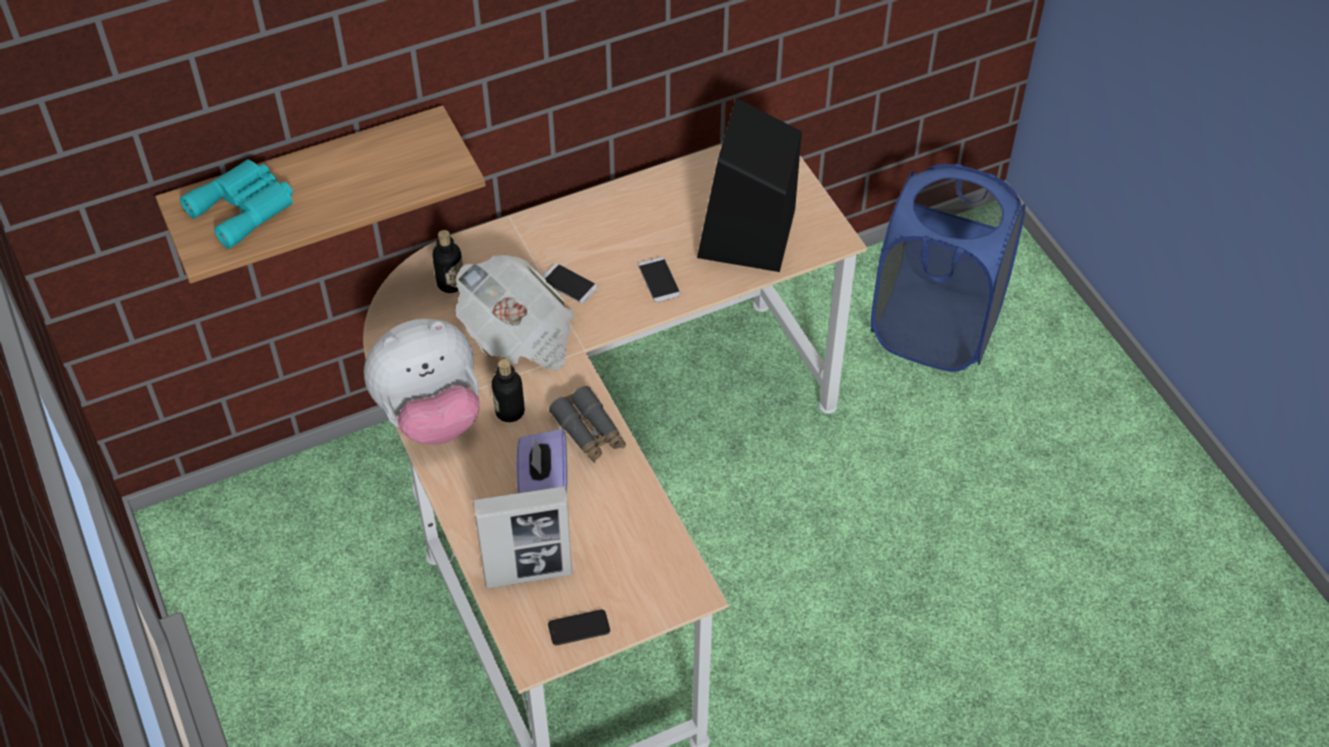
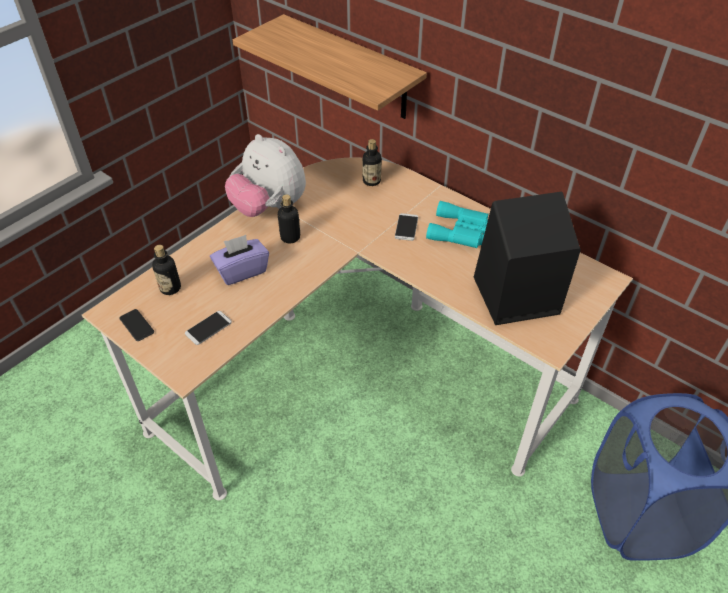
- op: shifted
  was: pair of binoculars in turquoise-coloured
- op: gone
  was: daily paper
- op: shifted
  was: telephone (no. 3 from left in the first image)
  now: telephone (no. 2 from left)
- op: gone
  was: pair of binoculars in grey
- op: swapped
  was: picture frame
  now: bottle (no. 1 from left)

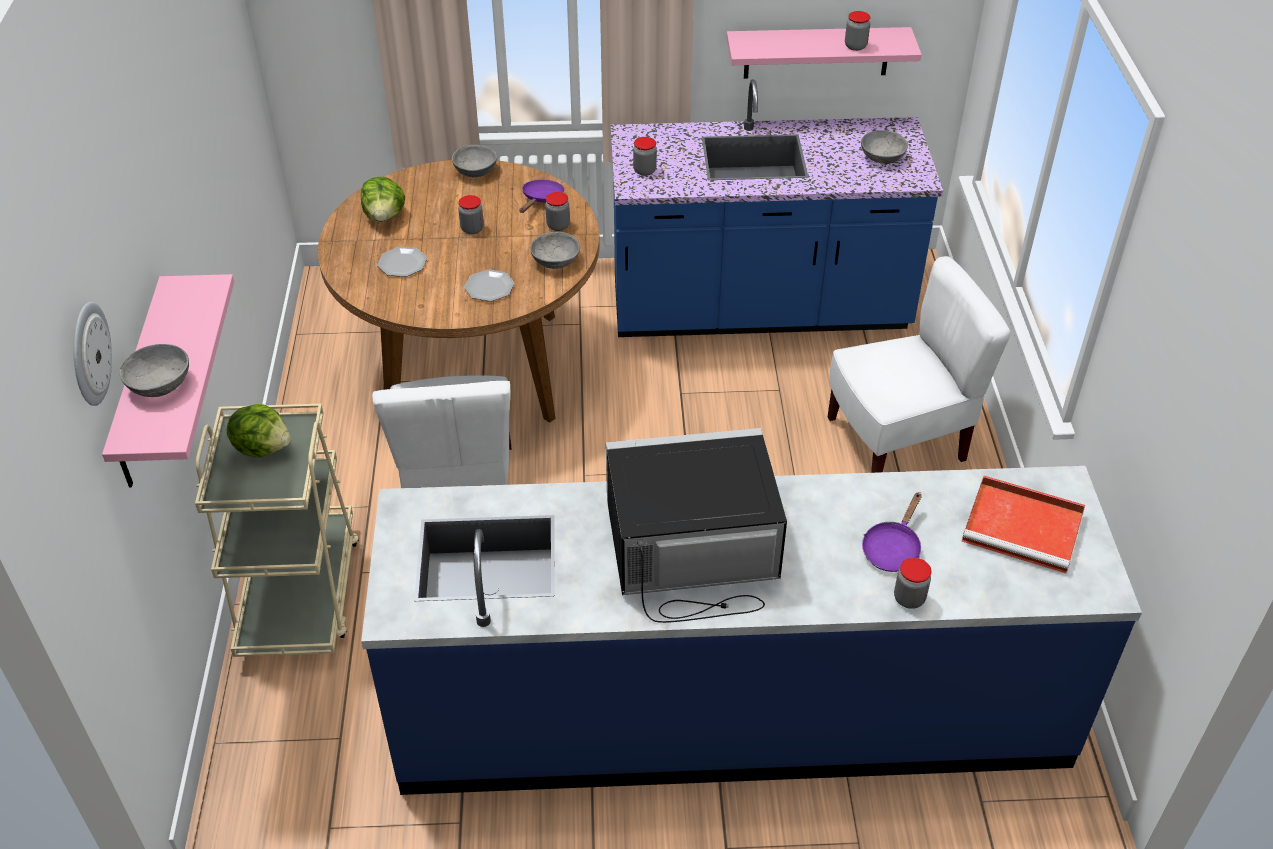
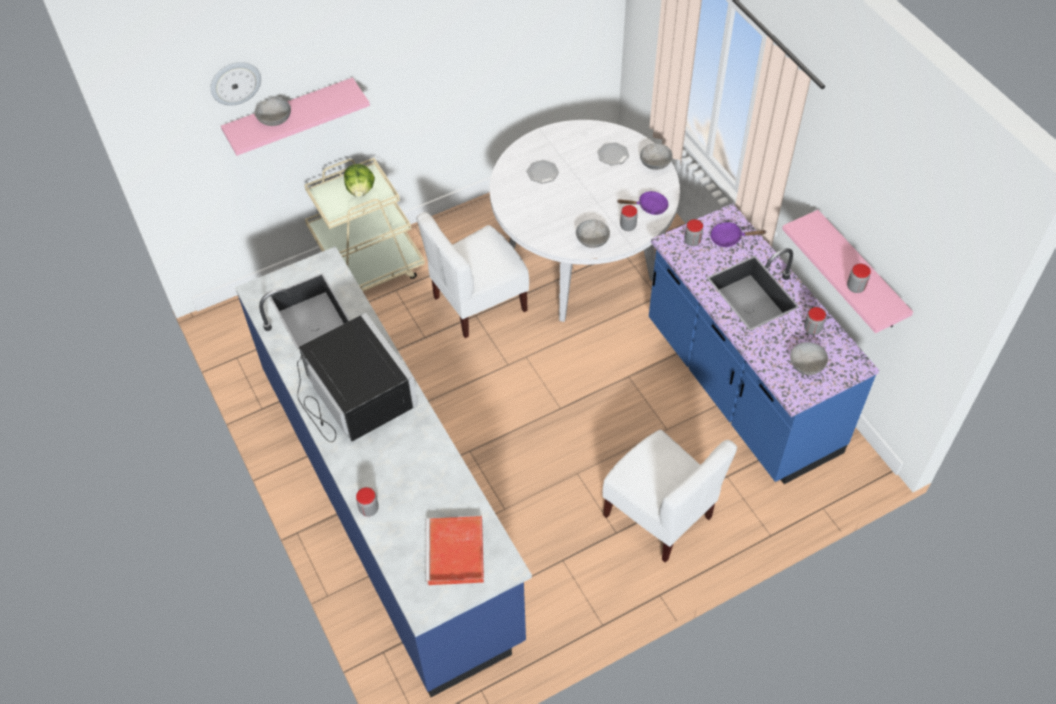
- op: repainted
  was: dinner table in brown-coloured
  now: dinner table in white-coloured
- op: gone
  was: lettuce (no. 2 from left)
- op: shifted
  was: preserve jar (no. 1 from left in the first image)
  now: preserve jar (no. 4 from left)
- op: shifted
  was: plate (no. 2 from left)
- op: shifted
  was: pan in purplish (no. 2 from left)

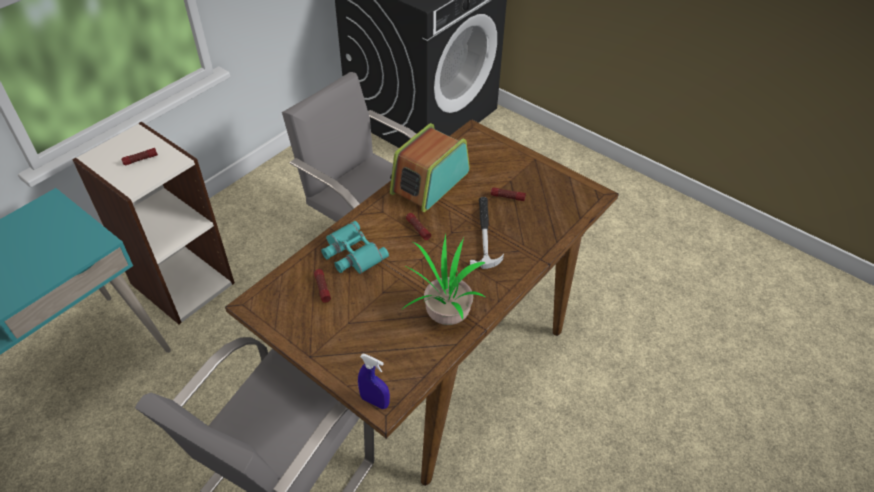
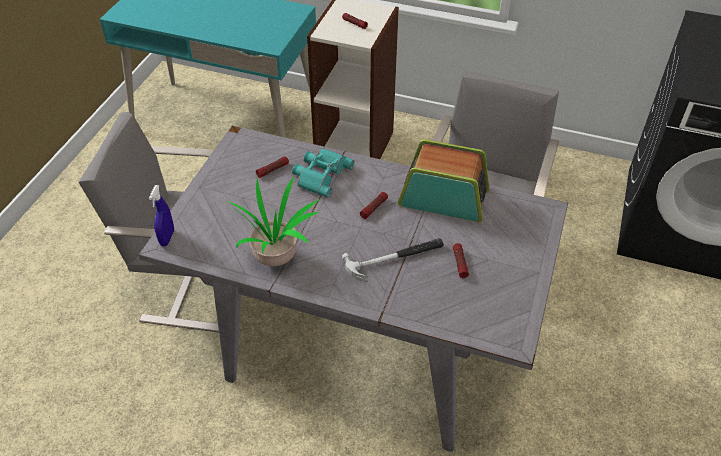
- op: repainted
  was: dinner table in brown-coloured
  now: dinner table in grey

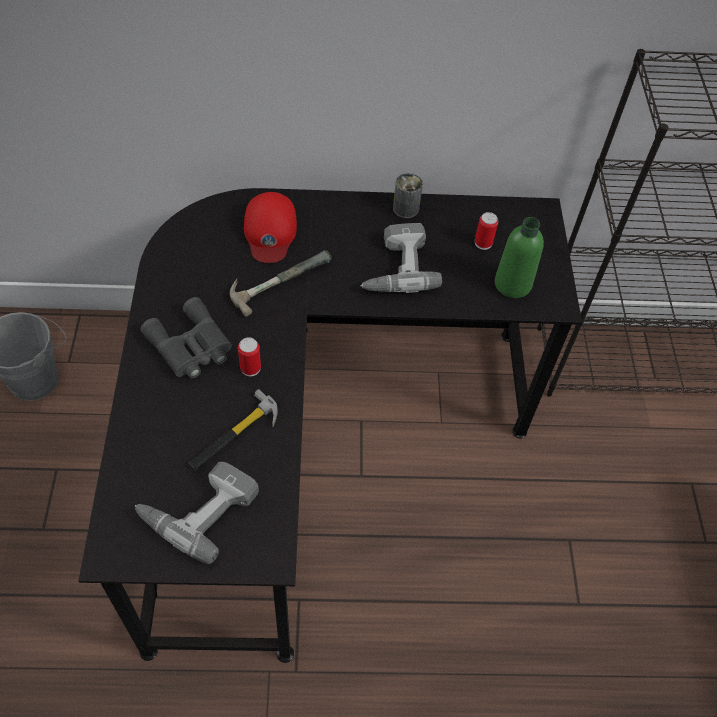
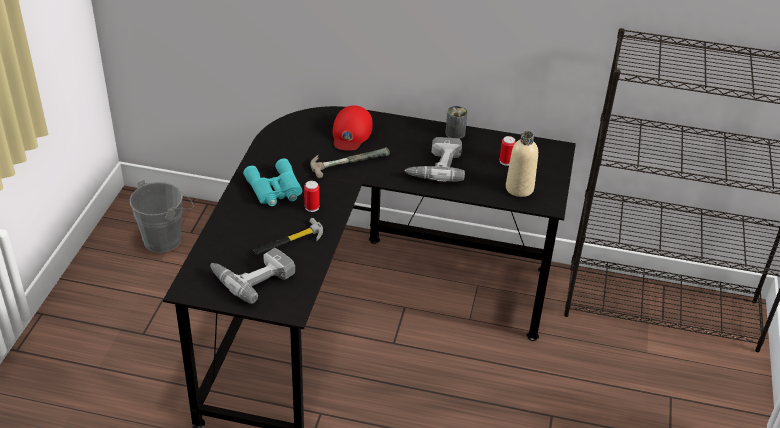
- op: repainted
  was: bottle in greenish
  now: bottle in beige-coloured
- op: repainted
  was: pair of binoculars in grey
  now: pair of binoculars in turquoise-coloured

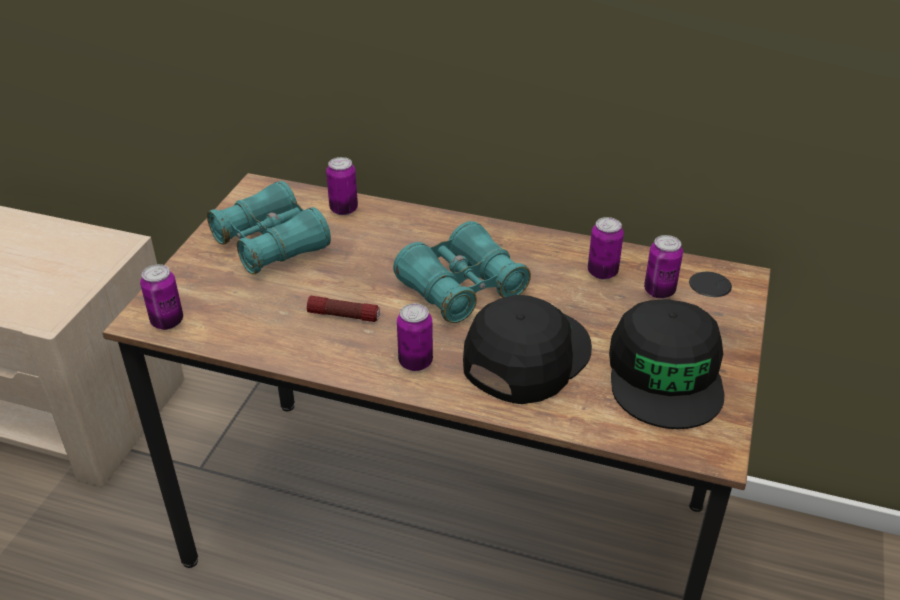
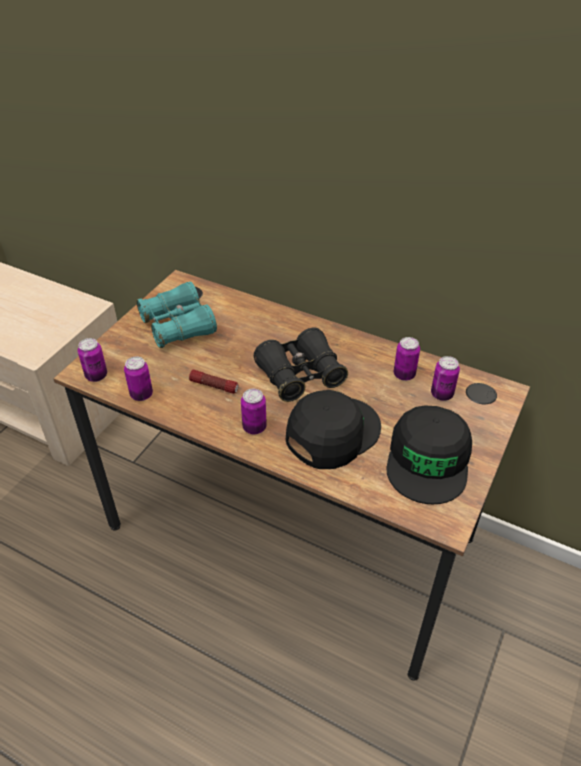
- op: shifted
  was: can (no. 2 from left)
- op: repainted
  was: pair of binoculars in turquoise-coloured (no. 2 from left)
  now: pair of binoculars in blackish

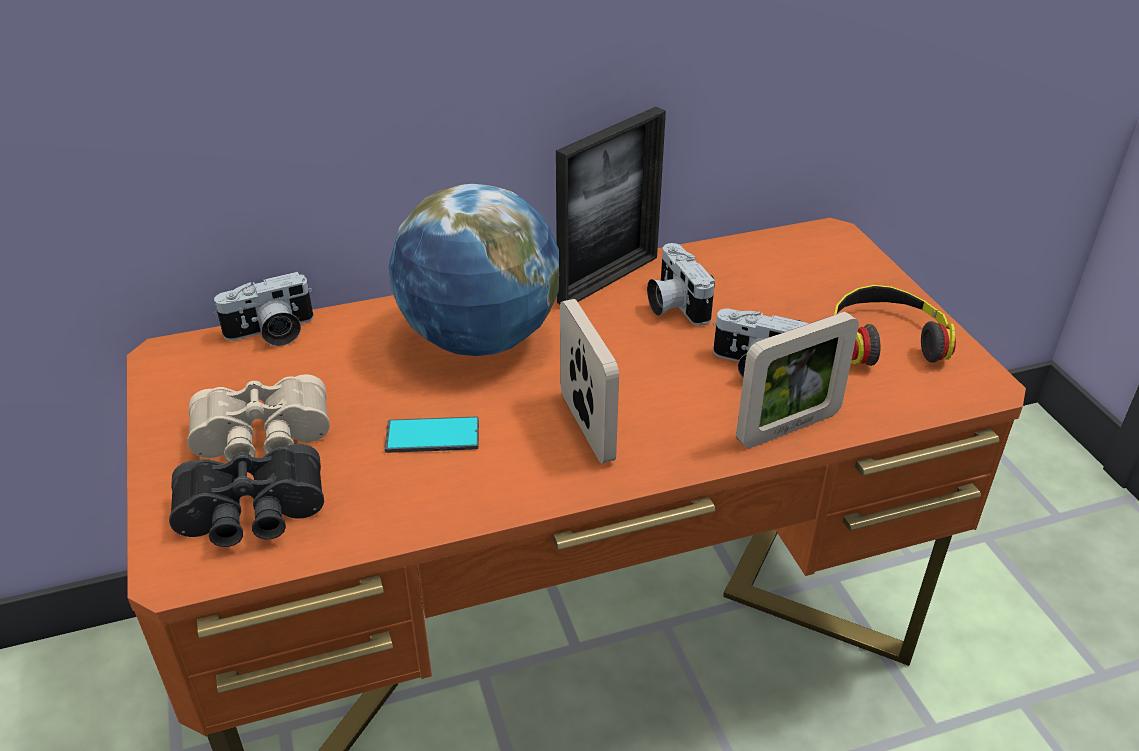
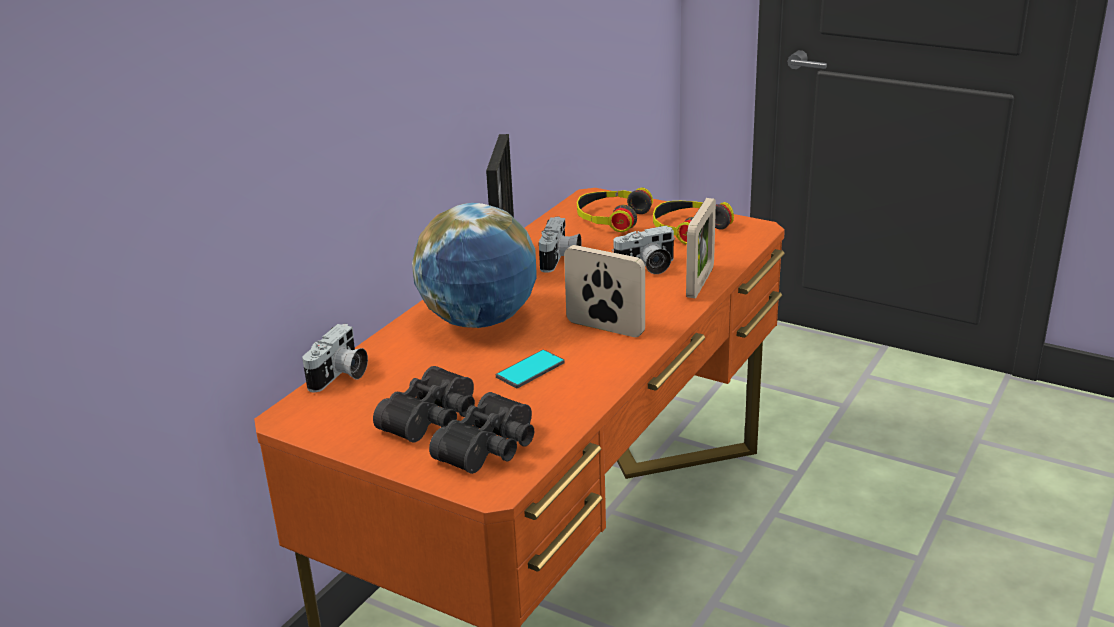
- op: rotated
  was: still camera (no. 2 from left)
  clockwise: -105
- op: repainted
  was: pair of binoculars in beige-coloured
  now: pair of binoculars in blackish (no. 1 from left)
- op: new
  now: headset (no. 1 from left)

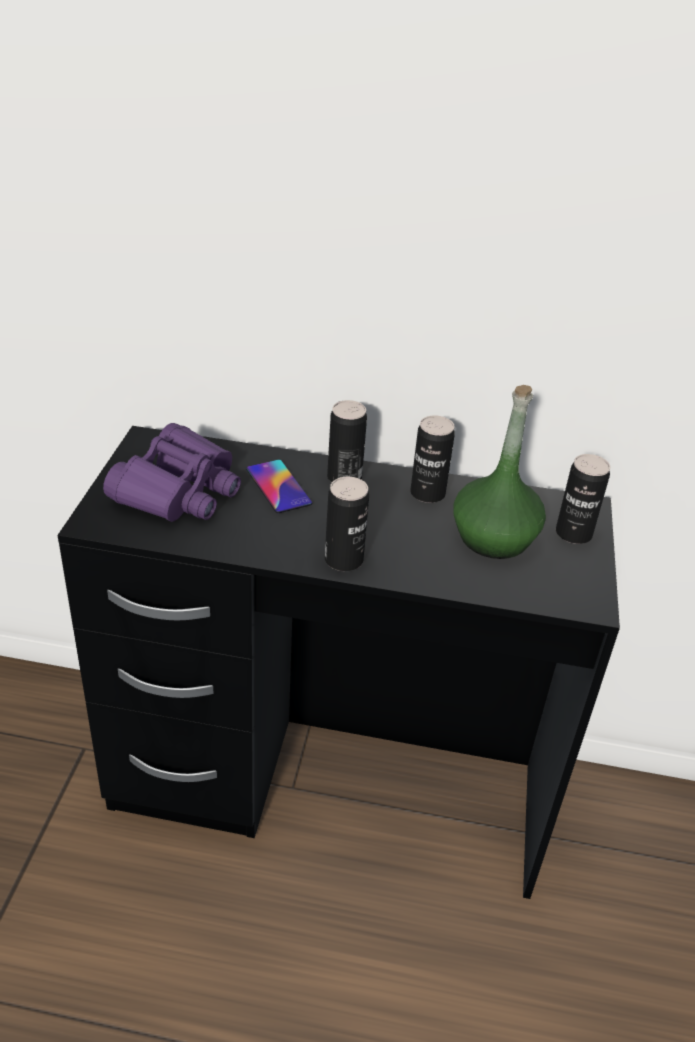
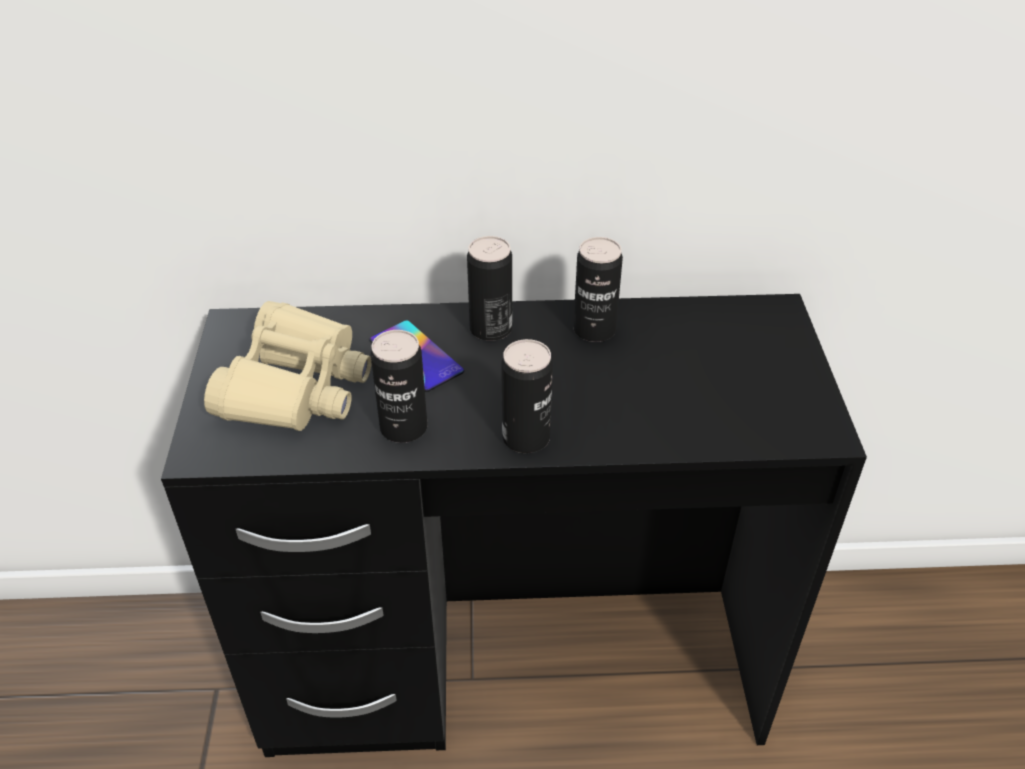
- op: gone
  was: bottle in greenish
- op: repainted
  was: pair of binoculars in purplish
  now: pair of binoculars in beige-coloured
- op: shifted
  was: can (no. 4 from left in the first image)
  now: can (no. 1 from left)

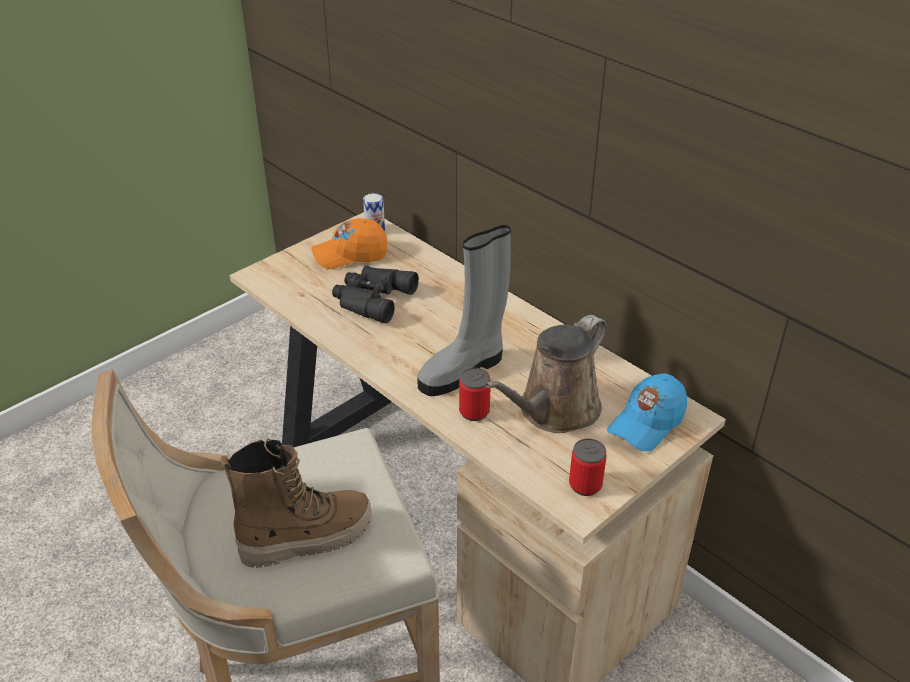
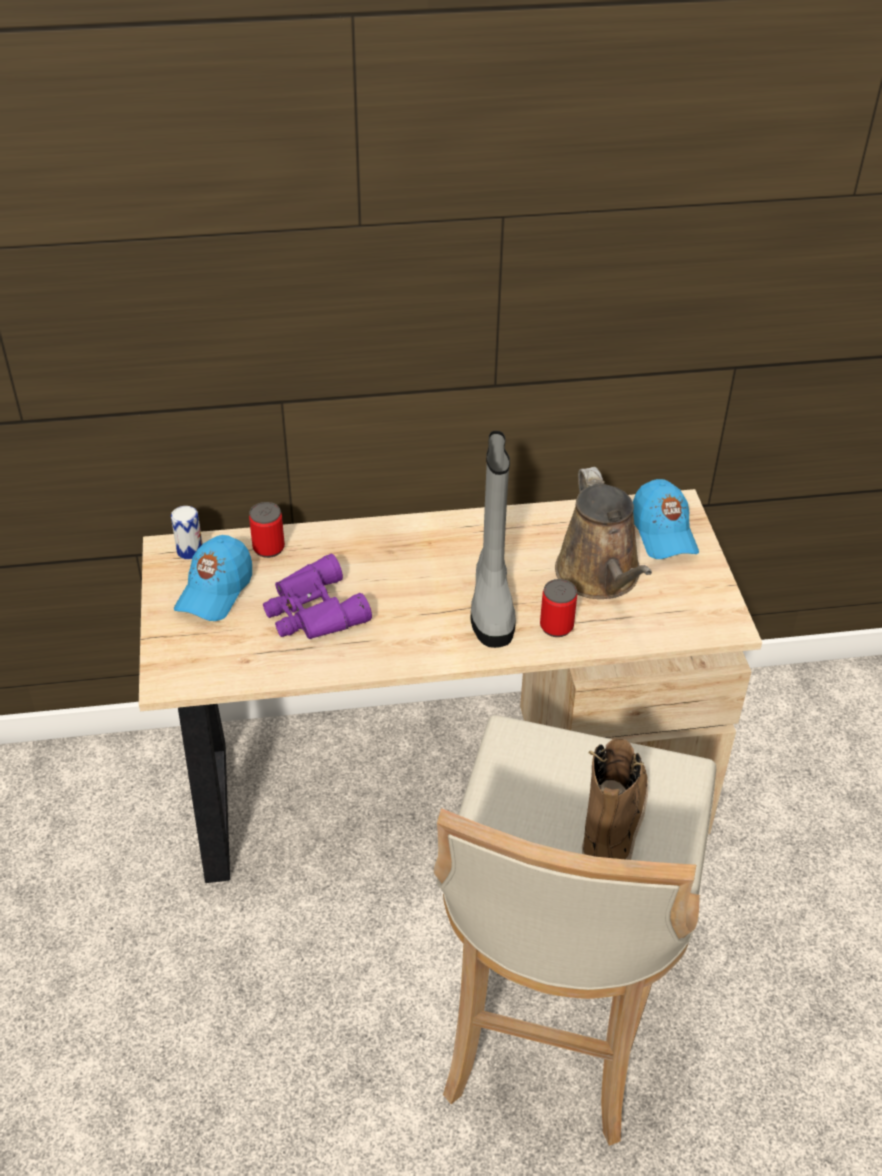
- op: repainted
  was: cap in orange
  now: cap in blue-coloured (no. 1 from left)
- op: repainted
  was: pair of binoculars in blackish
  now: pair of binoculars in purplish
- op: shifted
  was: can (no. 3 from left in the first image)
  now: can (no. 2 from left)

